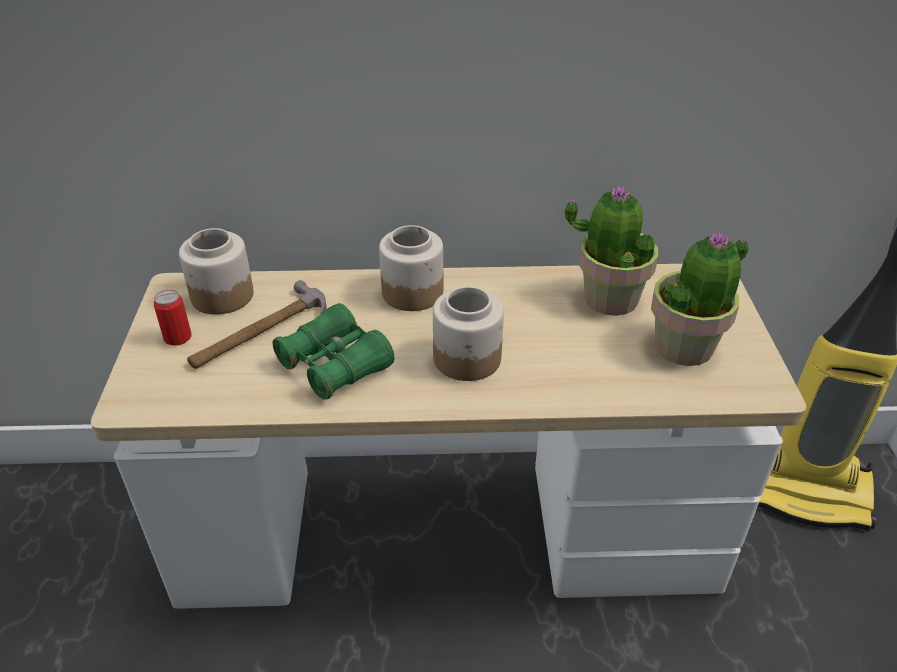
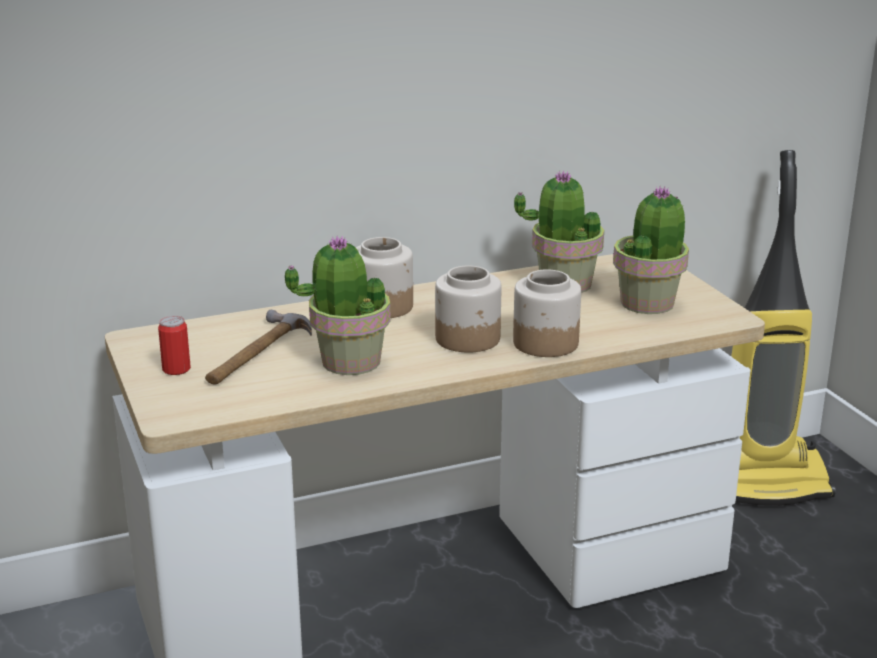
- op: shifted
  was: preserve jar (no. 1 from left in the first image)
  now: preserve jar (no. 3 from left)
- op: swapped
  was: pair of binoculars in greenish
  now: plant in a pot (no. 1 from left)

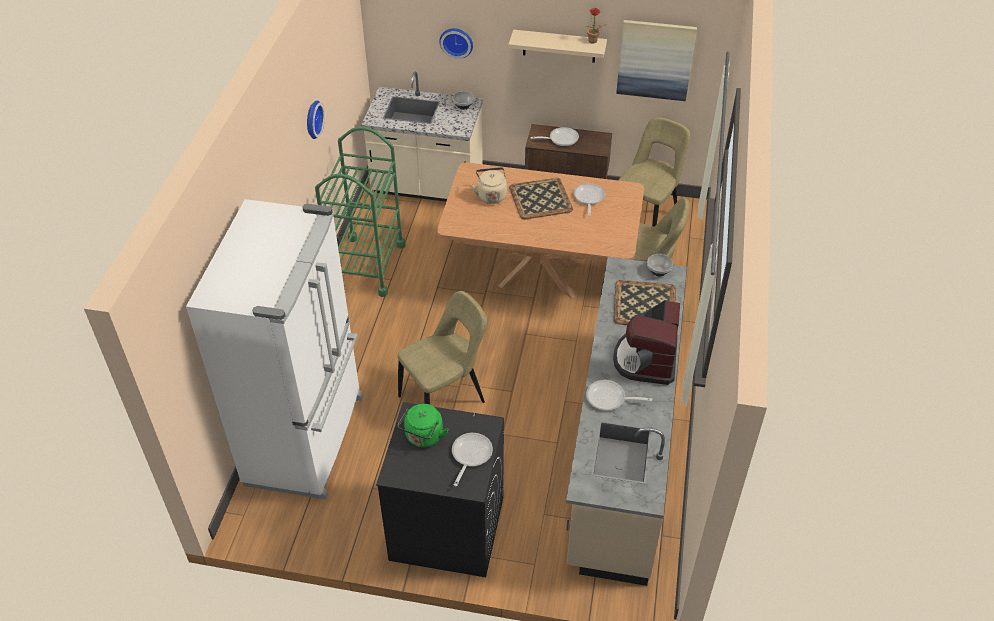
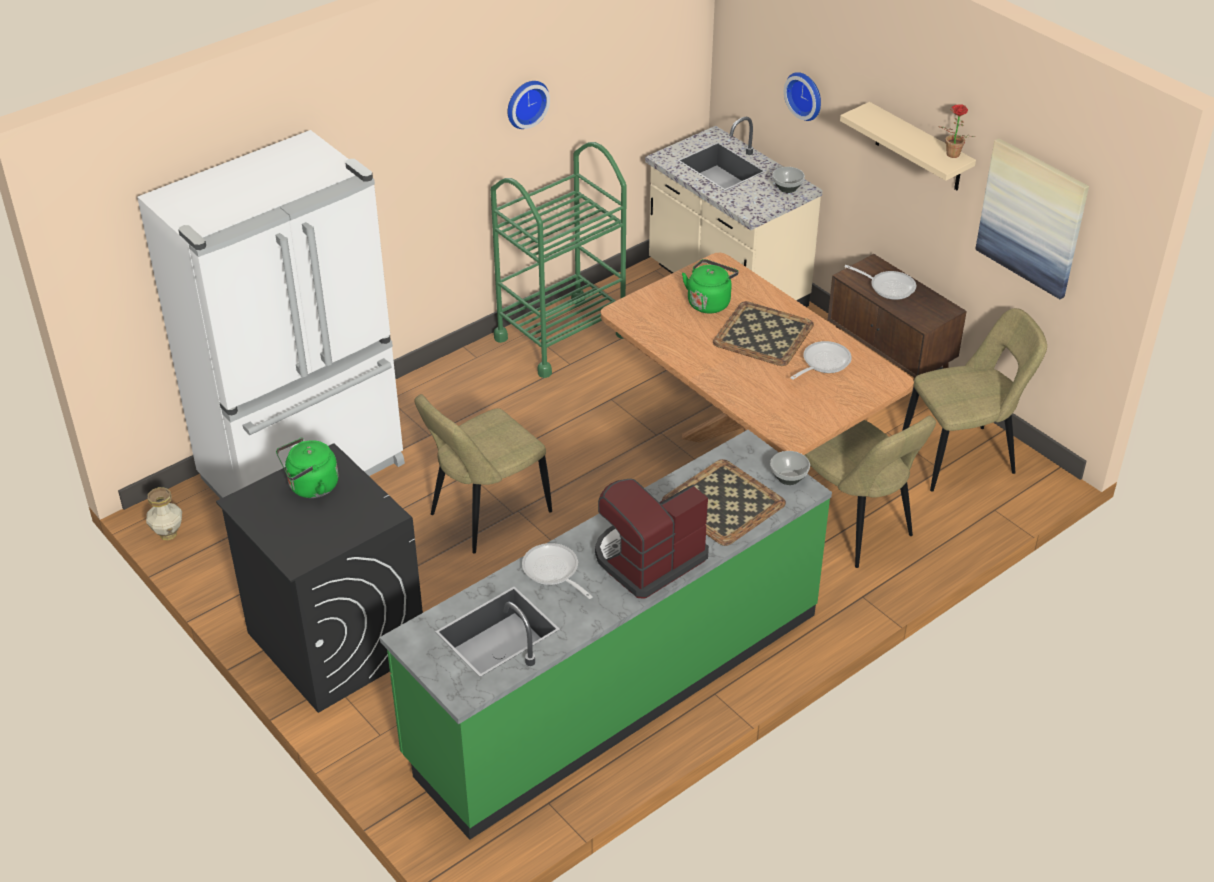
- op: repainted
  was: water kettle in beige-coloured
  now: water kettle in greenish (no. 2 from left)
- op: repainted
  was: counter in beige-coloured (no. 2 from left)
  now: counter in greenish
- op: rotated
  was: plain chair in beige-coloured (no. 1 from left)
  clockwise: 135
- op: gone
  was: pan (no. 1 from left)
- op: new
  now: decorative vase

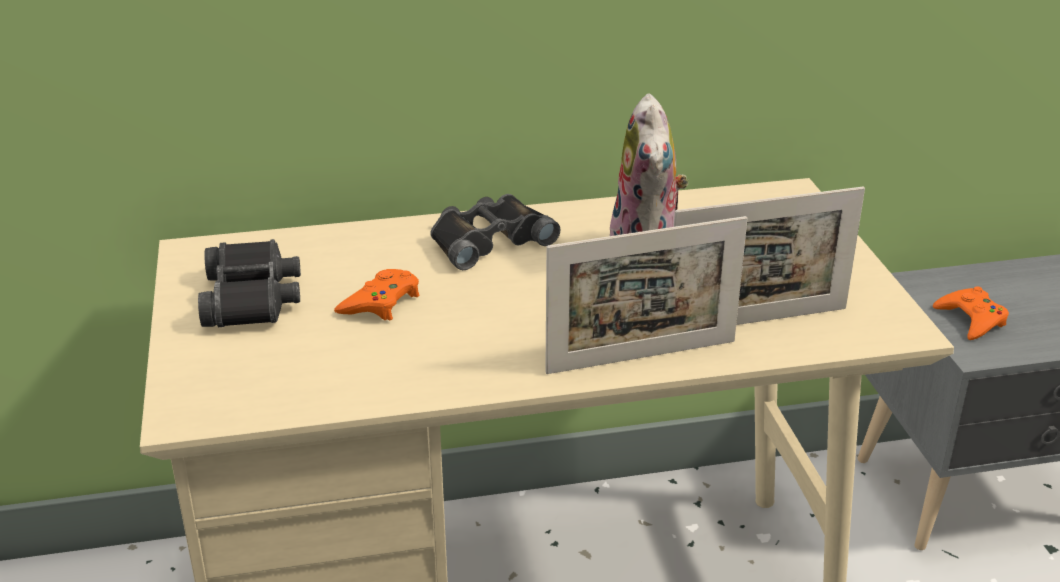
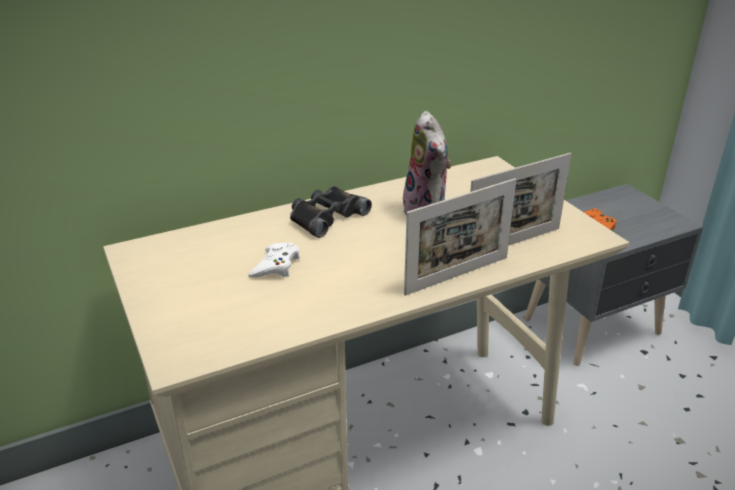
- op: gone
  was: pair of binoculars in blackish (no. 1 from left)
- op: repainted
  was: joypad in orange (no. 1 from left)
  now: joypad in white-coloured

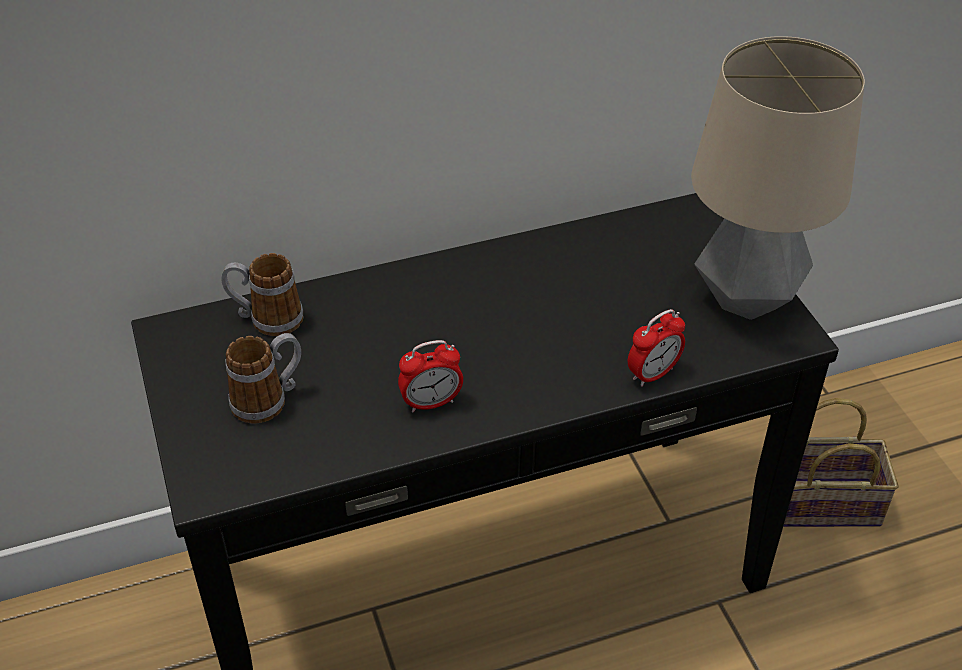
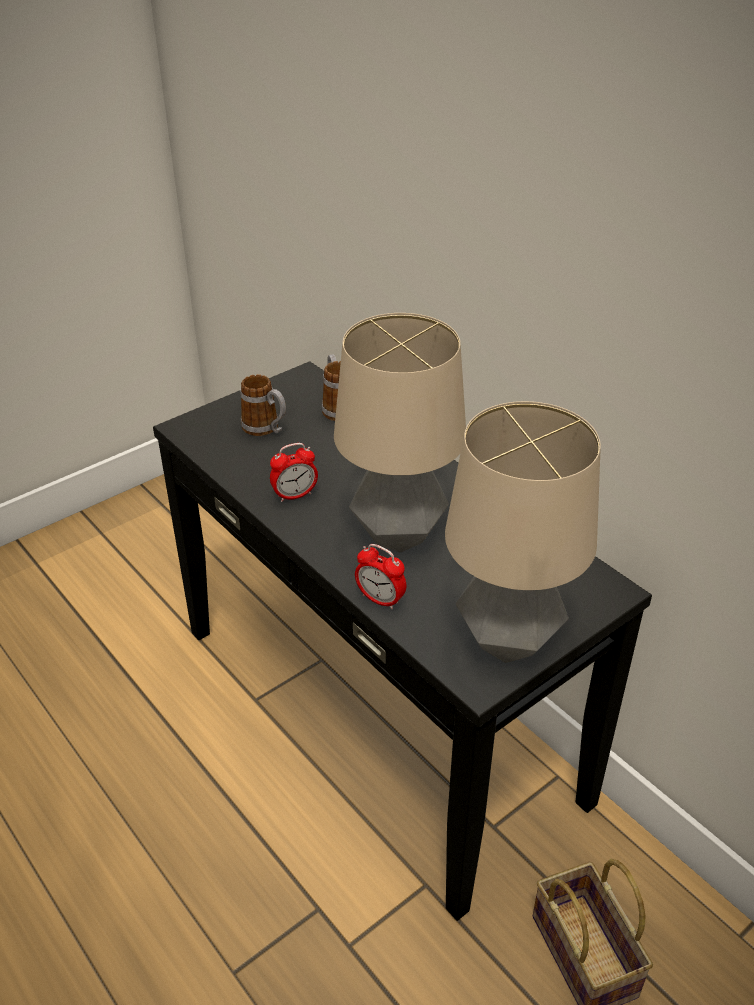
- op: rotated
  was: table clock (no. 1 from left)
  clockwise: -75
- op: new
  now: lamp for a table (no. 1 from left)

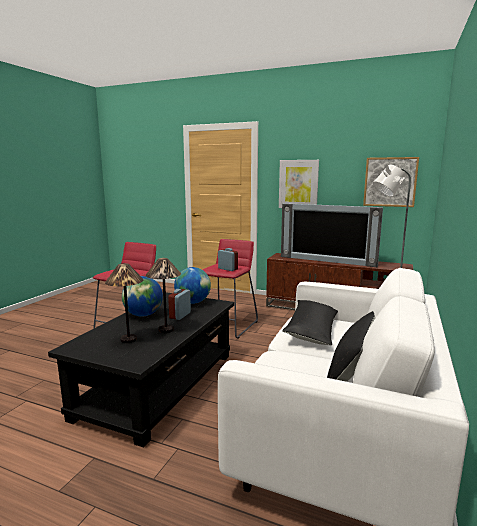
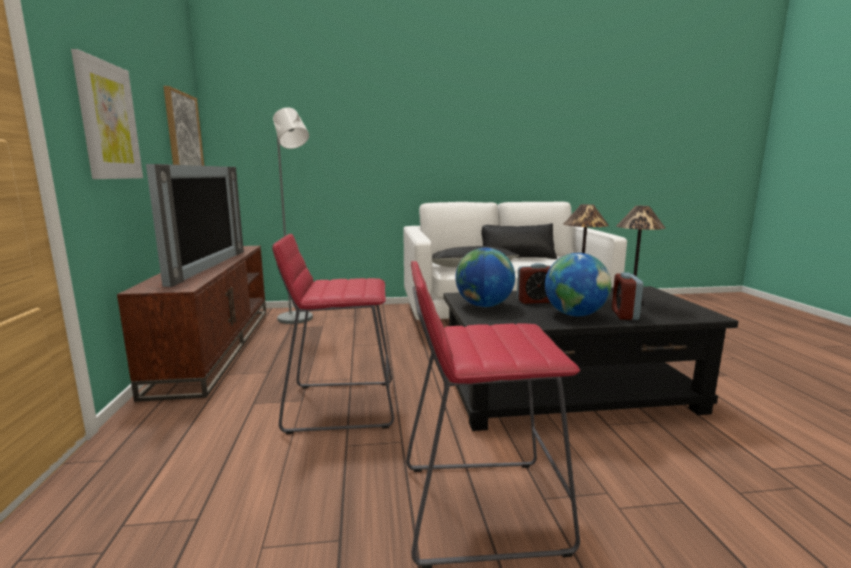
- op: shifted
  was: table clock (no. 2 from left)

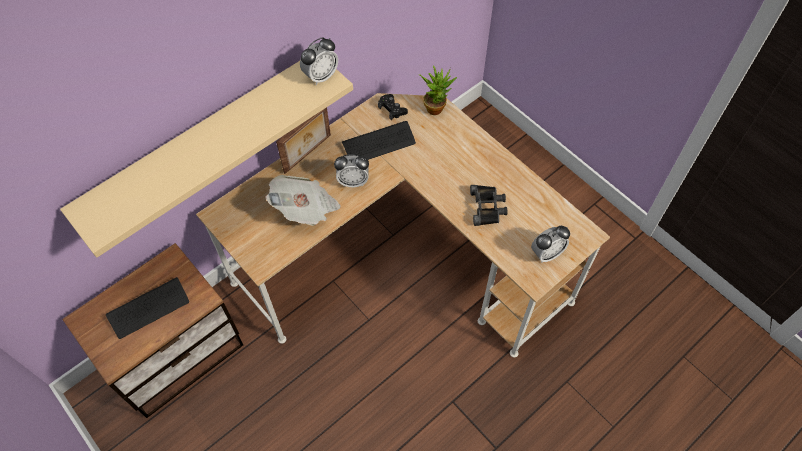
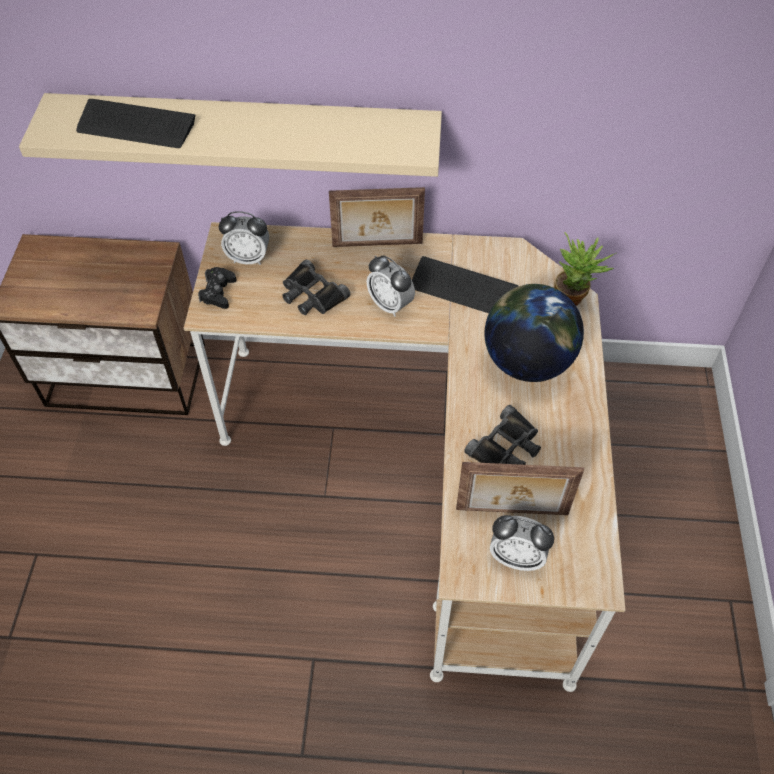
- op: shifted
  was: table clock (no. 1 from left)
- op: shifted
  was: joypad in blackish
- op: swapped
  was: daily paper
  now: pair of binoculars in blackish (no. 1 from left)
- op: shifted
  was: keyboard (no. 1 from left)
- op: new
  now: globe
- op: new
  now: picture frame (no. 2 from left)

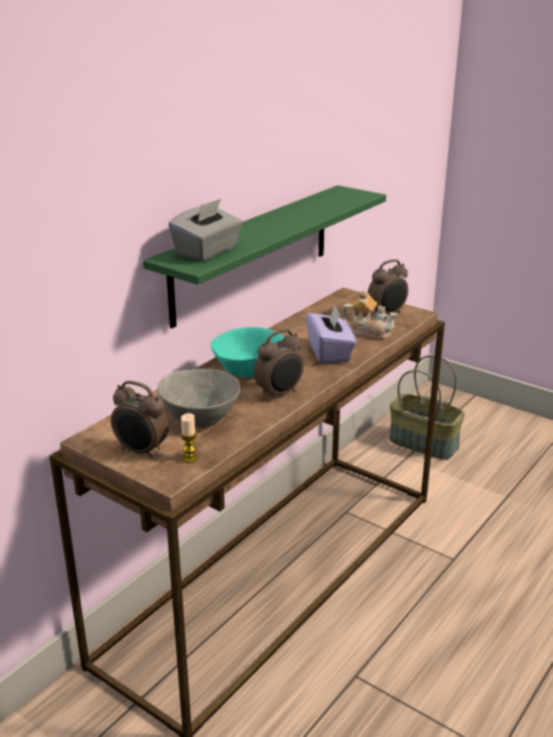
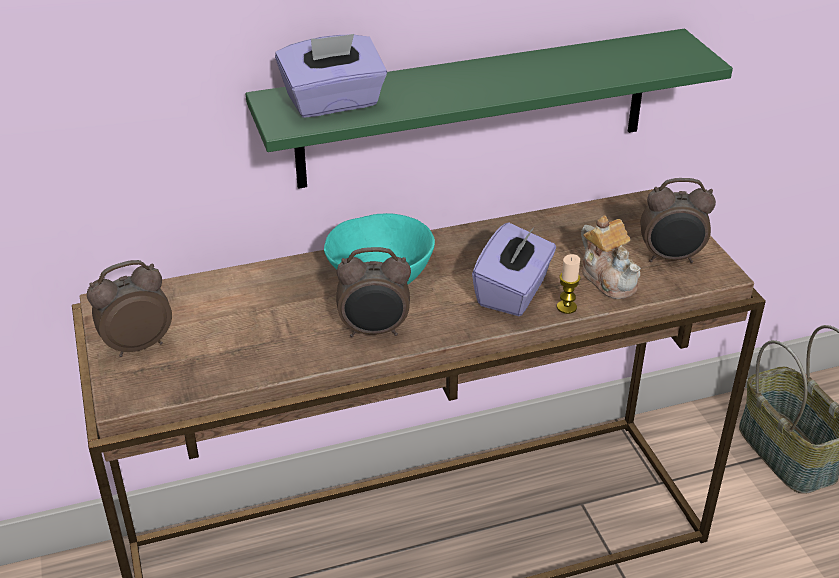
- op: repainted
  was: tissue holder in grey
  now: tissue holder in purplish (no. 1 from left)
- op: gone
  was: deep dish in grey
- op: rotated
  was: table clock (no. 1 from left)
  clockwise: 90
- op: shifted
  was: wax candle

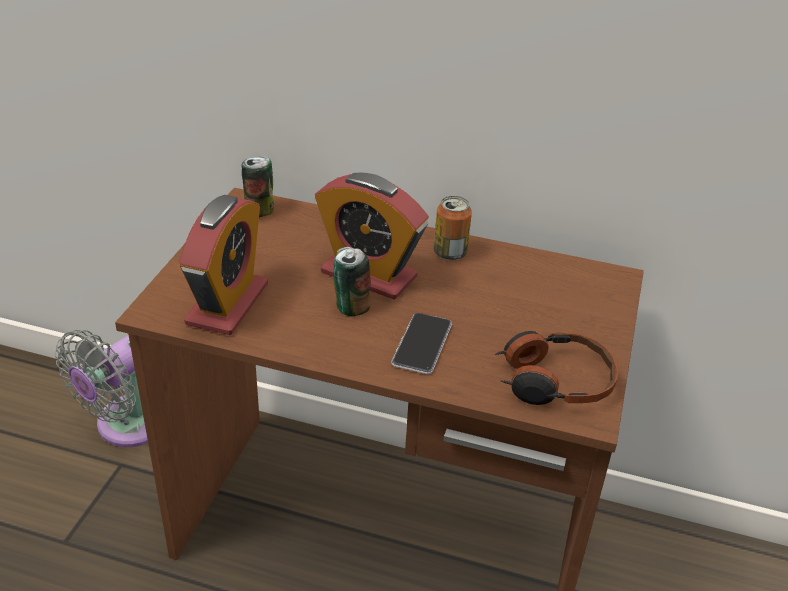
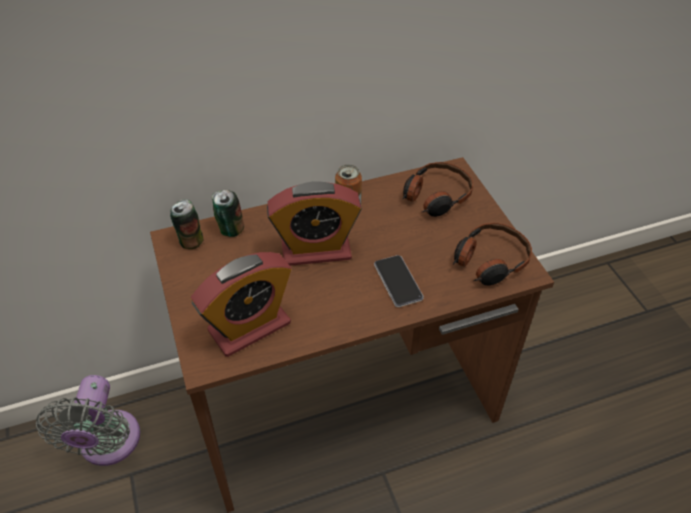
- op: rotated
  was: table clock (no. 1 from left)
  clockwise: 75
- op: shifted
  was: can (no. 2 from left)
- op: new
  now: headset (no. 1 from left)

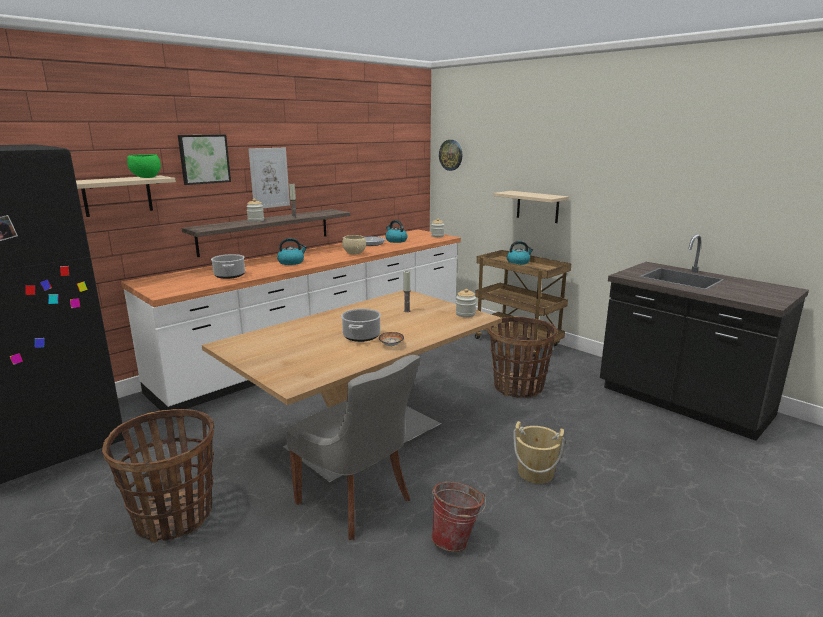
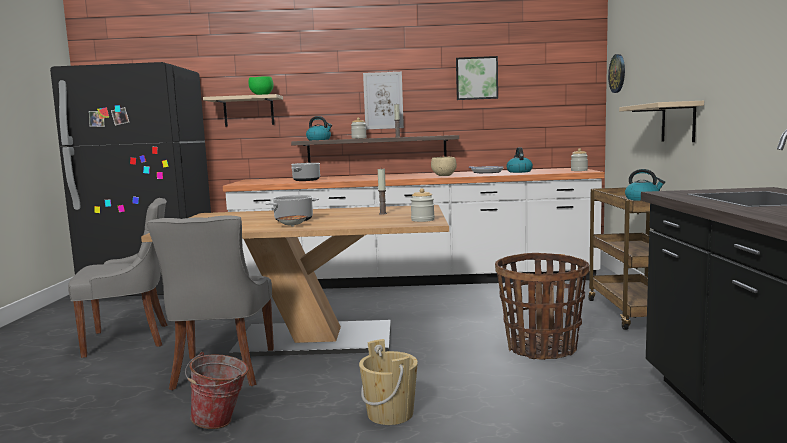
- op: shifted
  was: wall art (no. 1 from left in the first image)
  now: wall art (no. 2 from left)
- op: shifted
  was: water kettle (no. 1 from left)
- op: swapped
  was: storage basket (no. 1 from left)
  now: plain chair in grey (no. 1 from left)

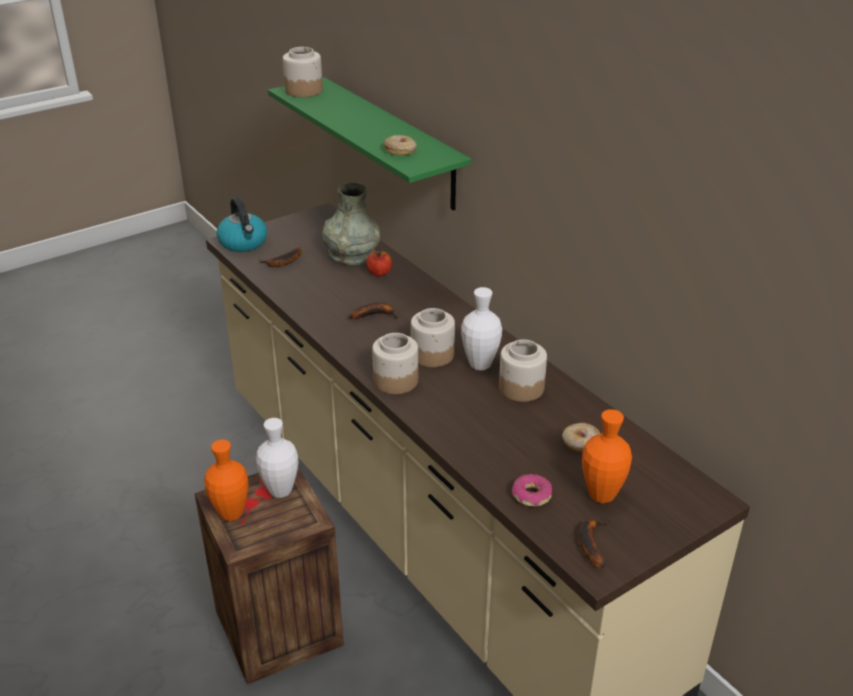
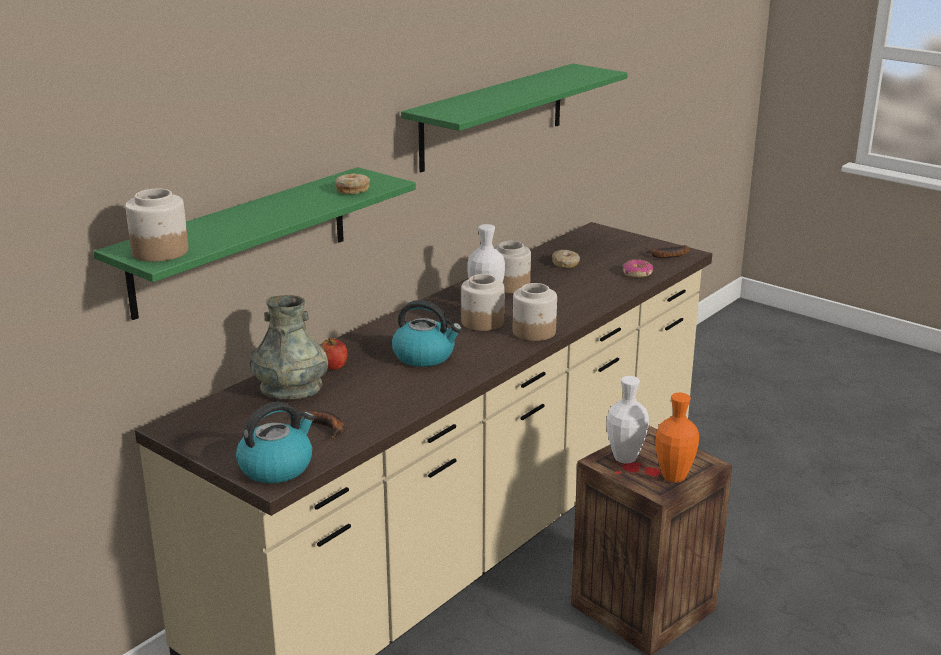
- op: swapped
  was: banana fruit (no. 2 from left)
  now: water kettle (no. 2 from left)
- op: gone
  was: decorative vase in orange (no. 2 from left)
- op: new
  now: wall shelf in greenish (no. 2 from left)

